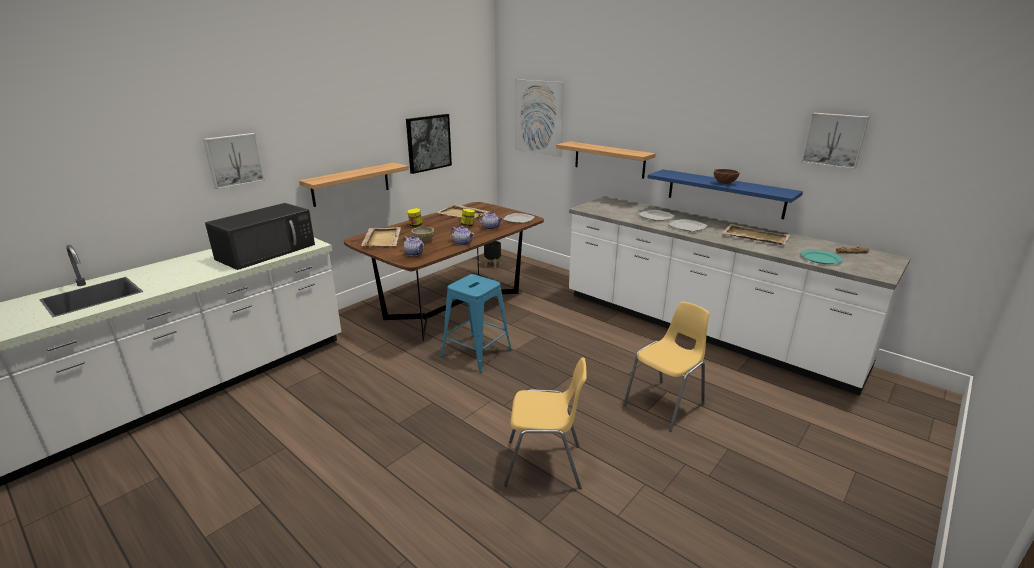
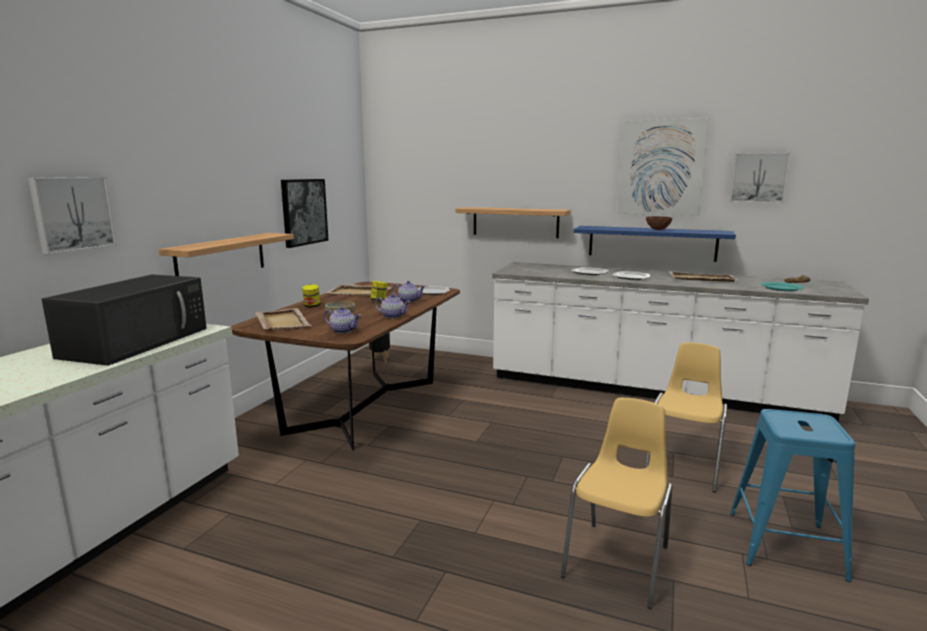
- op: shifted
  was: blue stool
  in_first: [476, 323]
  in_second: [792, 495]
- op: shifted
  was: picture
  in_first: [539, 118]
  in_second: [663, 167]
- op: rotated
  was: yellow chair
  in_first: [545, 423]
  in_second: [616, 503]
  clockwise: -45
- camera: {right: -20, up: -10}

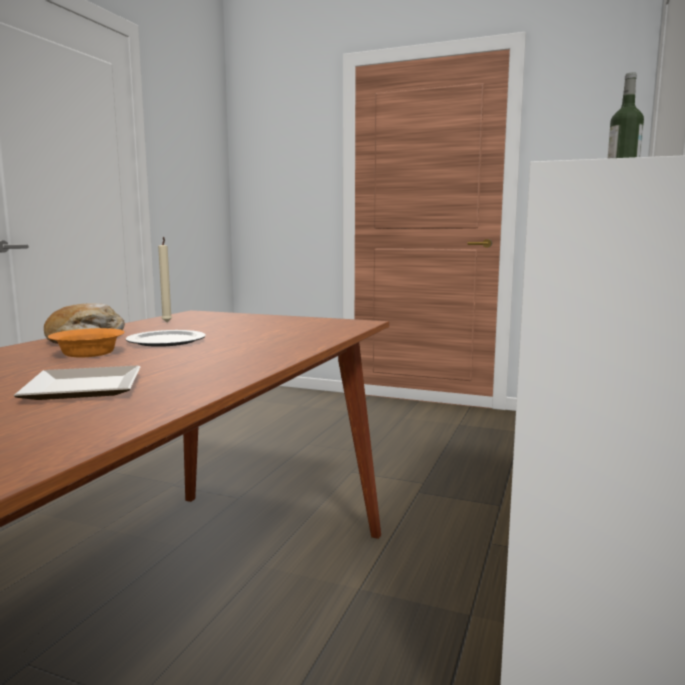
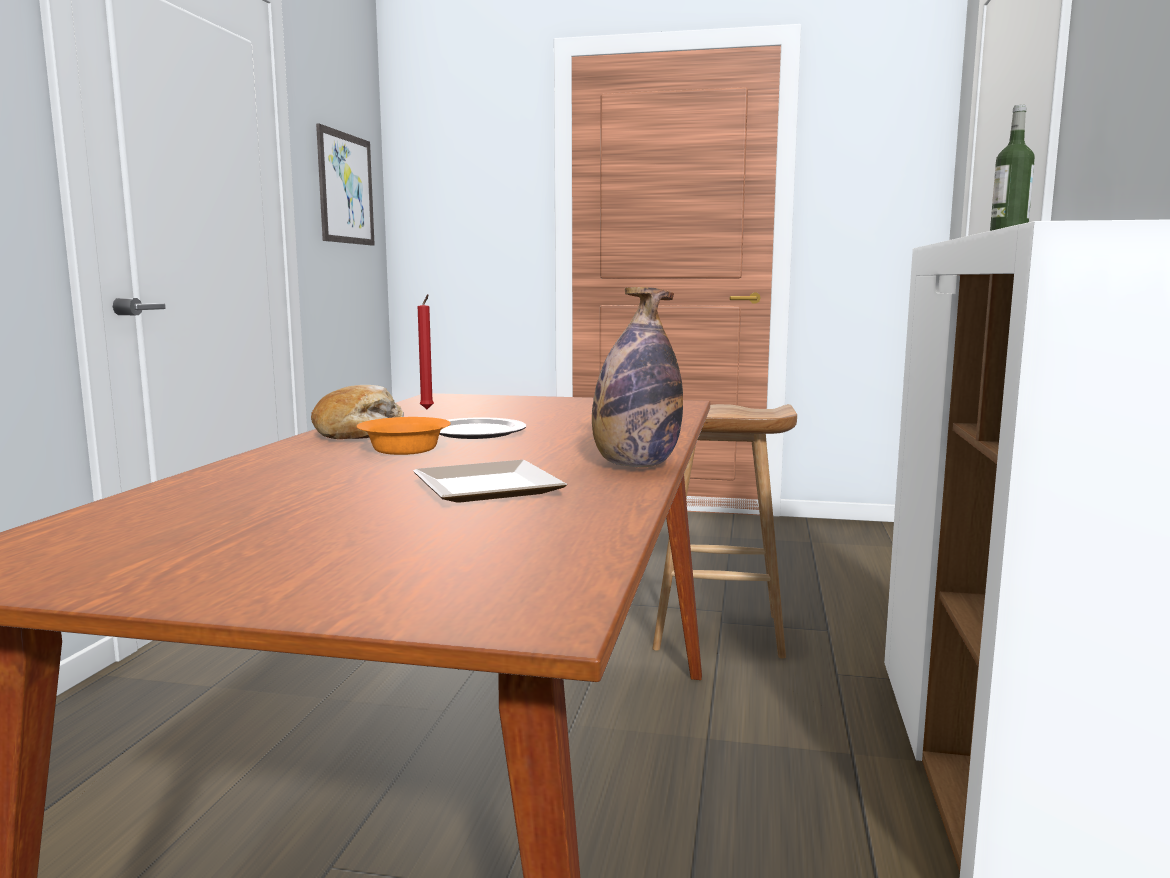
- op: new
  now: picture
  in_second: [345, 184]
- op: new
  now: bottle
  in_second: [637, 377]
- op: new
  now: brown stool
  in_second: [724, 531]
- op: repainted
  was: beige candle
  now: red candle
  in_first: [165, 279]
  in_second: [426, 351]
- camera: {right: -10, up: 0}

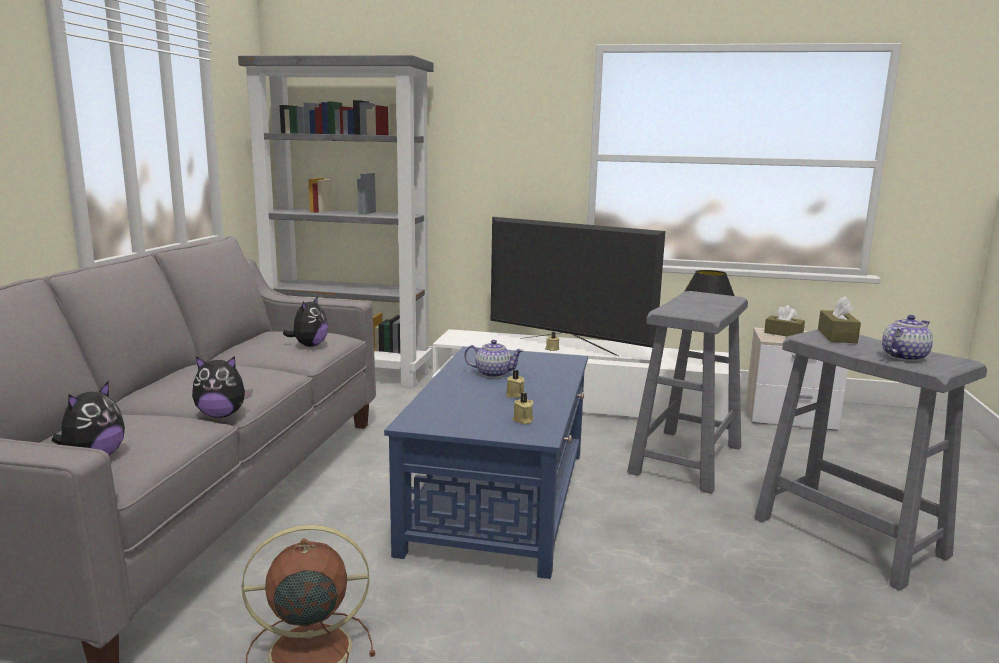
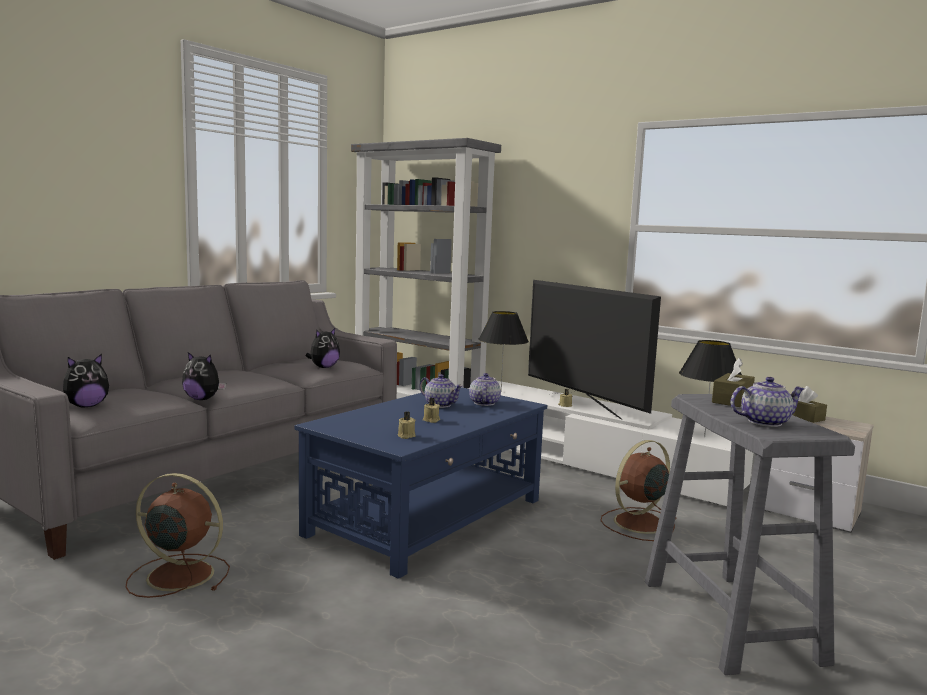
- op: new
  now: teapot
  in_second: [485, 389]
- op: new
  now: black table lamp
  in_second: [503, 350]
- op: swapped
  was: grey stool
  now: brown fan
  in_first: [687, 392]
  in_second: [638, 490]
- camera: {right: 25, up: -5}

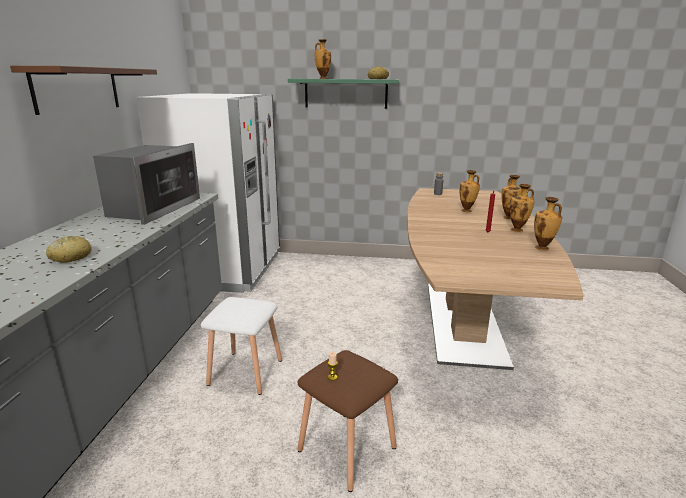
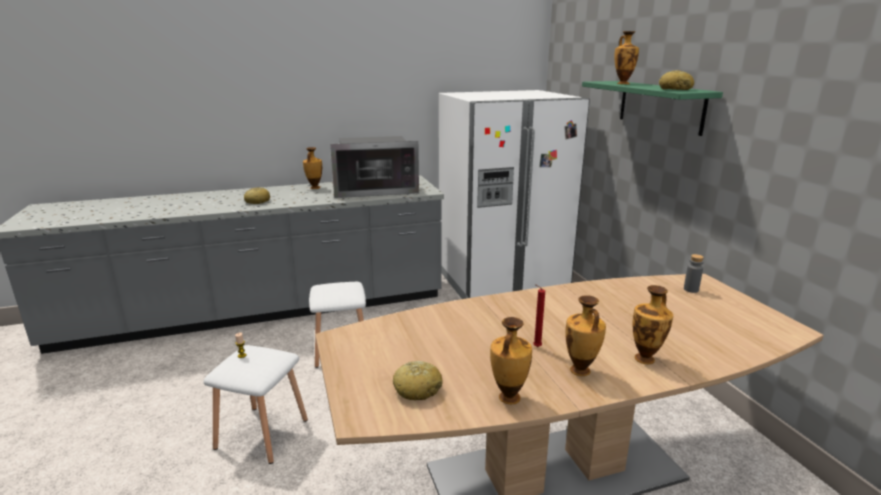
- op: gone
  was: brown shelf
  in_first: [83, 90]
- op: new
  now: bread
  in_second: [418, 380]
- op: shifted
  was: vase
  in_first: [470, 191]
  in_second: [312, 168]
- op: repainted
  was: brown stool
  now: white stool
  in_first: [347, 421]
  in_second: [255, 404]
- camera: {right: 65, up: 0}

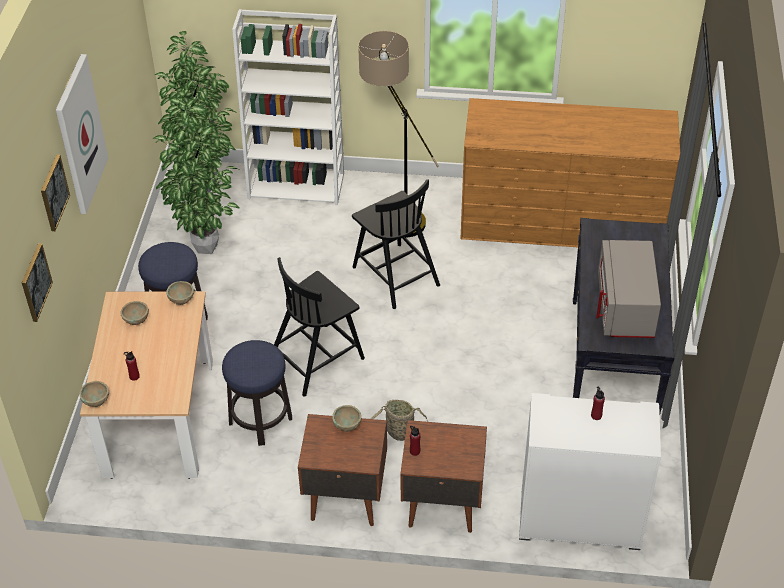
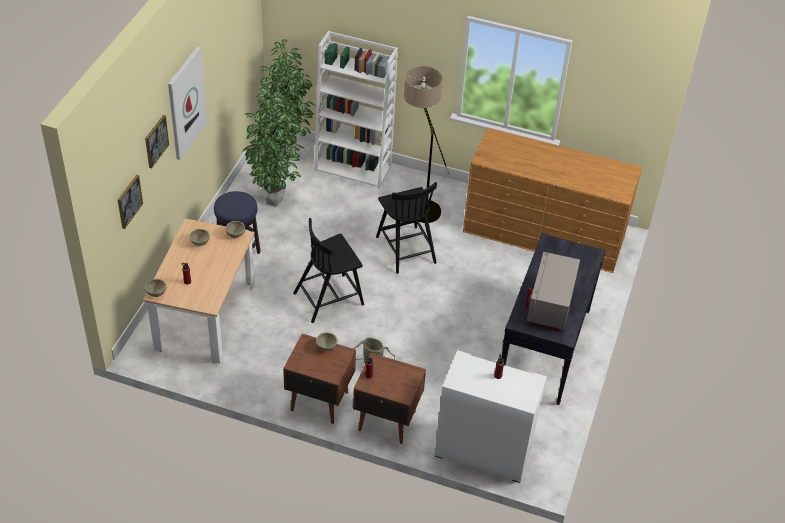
- op: gone
  was: stool
  in_first: [257, 393]
- camera: {right: 10, up: 0}

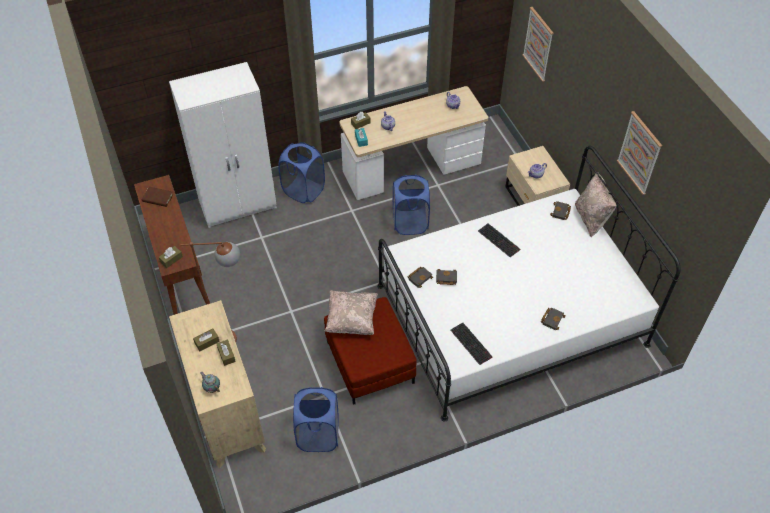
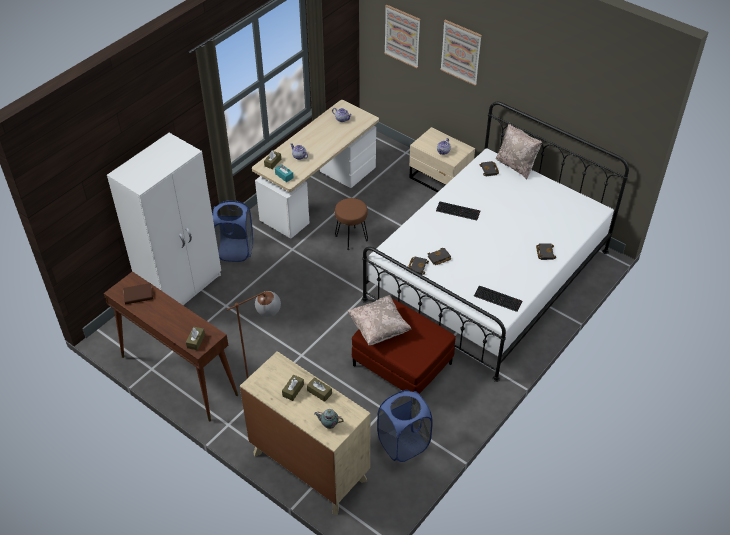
- op: shifted
  was: picture
  in_first: [639, 153]
  in_second: [461, 53]
- op: swapped
  was: blue laundry basket
  now: brown stool
  in_first: [411, 205]
  in_second: [351, 224]
- camera: {right: -30, up: -5}

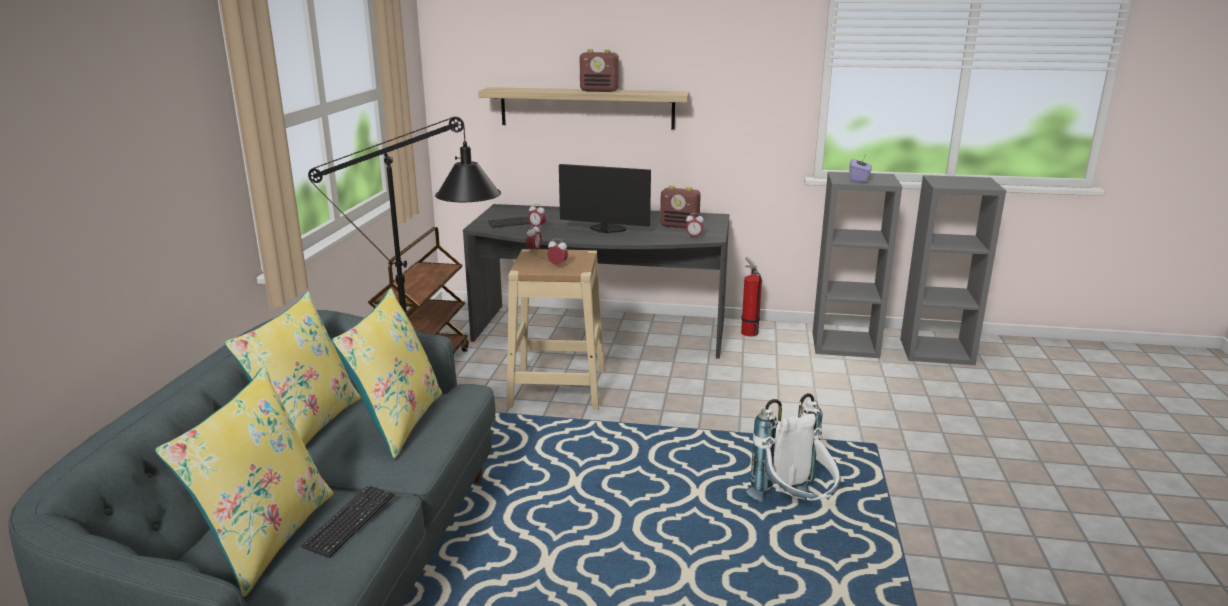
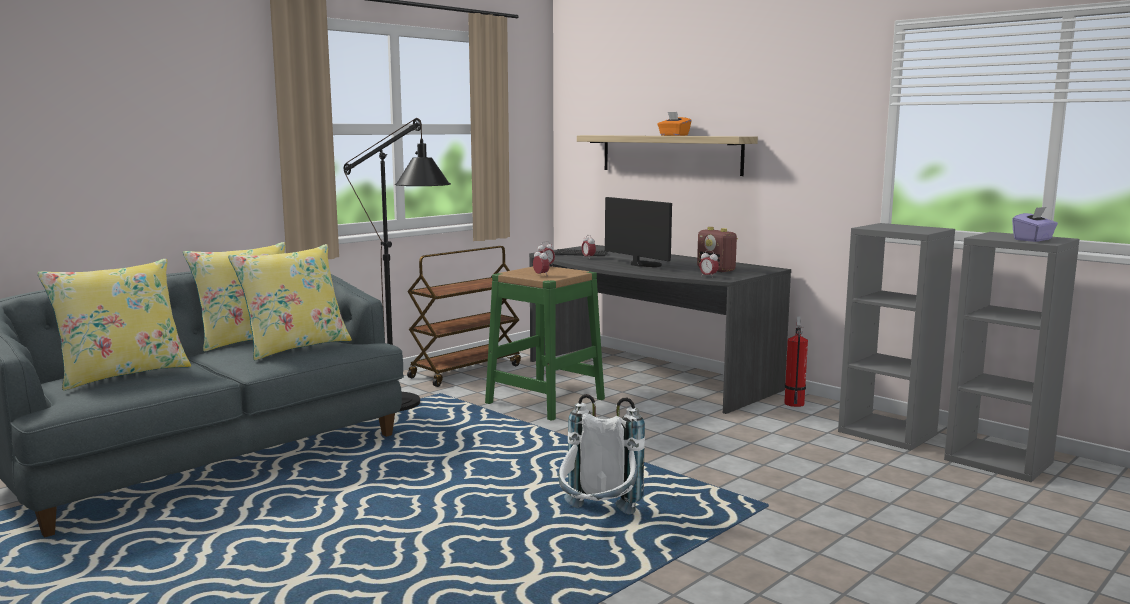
- op: gone
  was: keyboard
  in_first: [347, 521]
- op: shifted
  was: purple tissue box
  in_first: [860, 171]
  in_second: [1035, 224]
- op: swapped
  was: radio
  now: orange tissue box
  in_first: [599, 70]
  in_second: [674, 124]
- op: repainted
  was: beige stool
  now: green stool
  in_first: [555, 329]
  in_second: [545, 343]
- camera: {right: 35, up: -10}

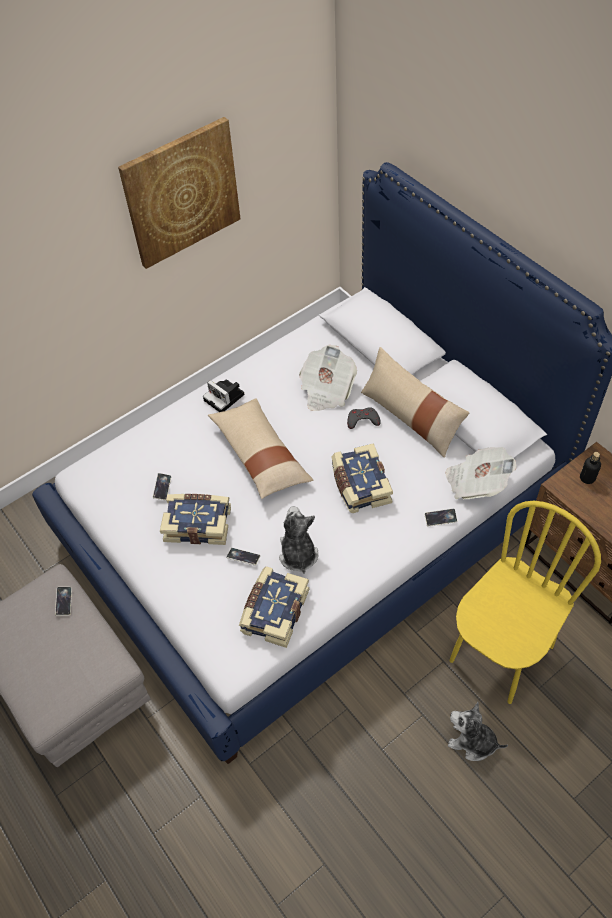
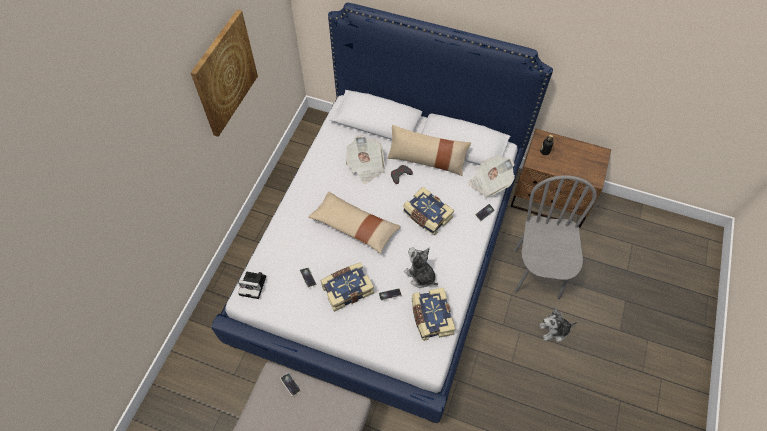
- op: shifted
  was: photo camera
  in_first: [224, 396]
  in_second: [252, 285]
- op: repainted
  was: yellow chair
  now: grey chair
  in_first: [525, 602]
  in_second: [555, 237]
- camera: {right: -35, up: 5}

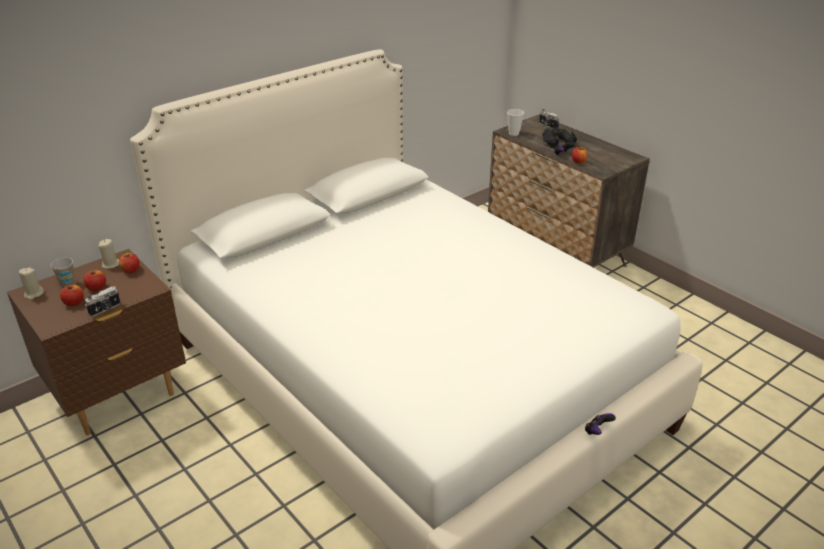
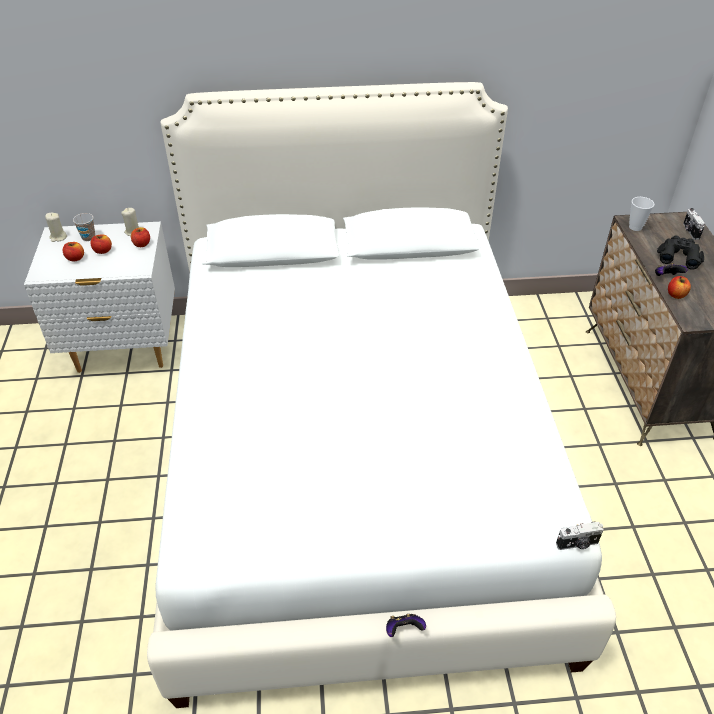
- op: shifted
  was: photo camera
  in_first: [103, 301]
  in_second: [580, 535]
- op: repainted
  was: brown nightstand
  now: white nightstand
  in_first: [96, 342]
  in_second: [99, 297]
- camera: {right: 35, up: 10}

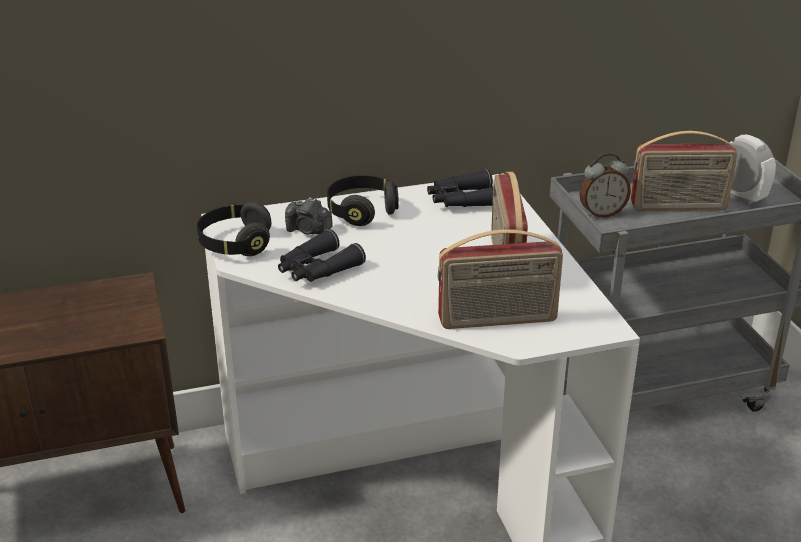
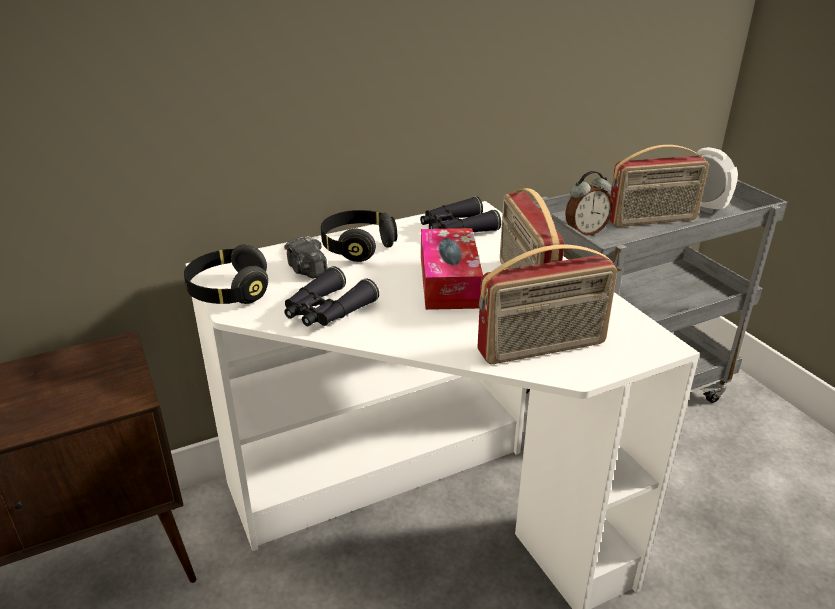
- op: new
  now: tissue box
  in_second: [452, 269]
- op: rotated
  was: photo camera
  in_first: [308, 216]
  in_second: [306, 257]
  clockwise: 45
- camera: {right: -10, up: 0}

